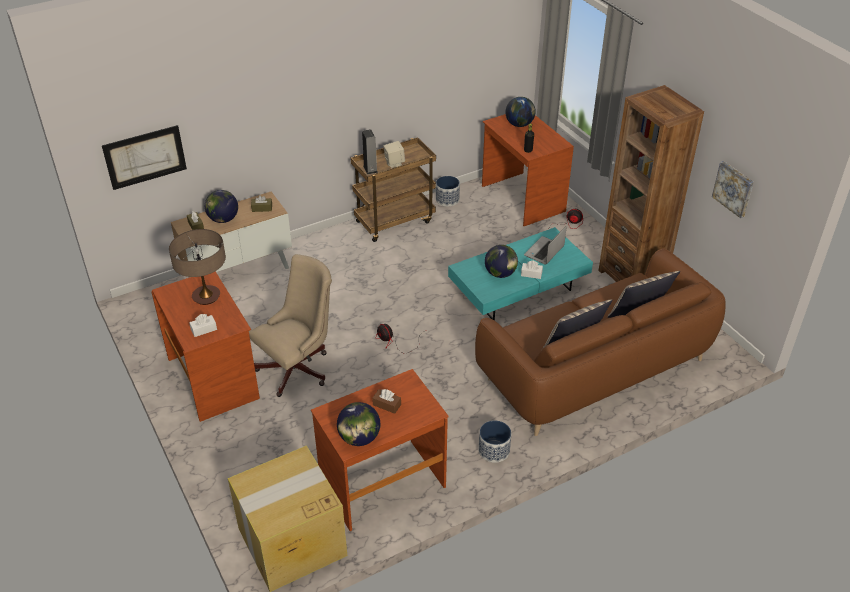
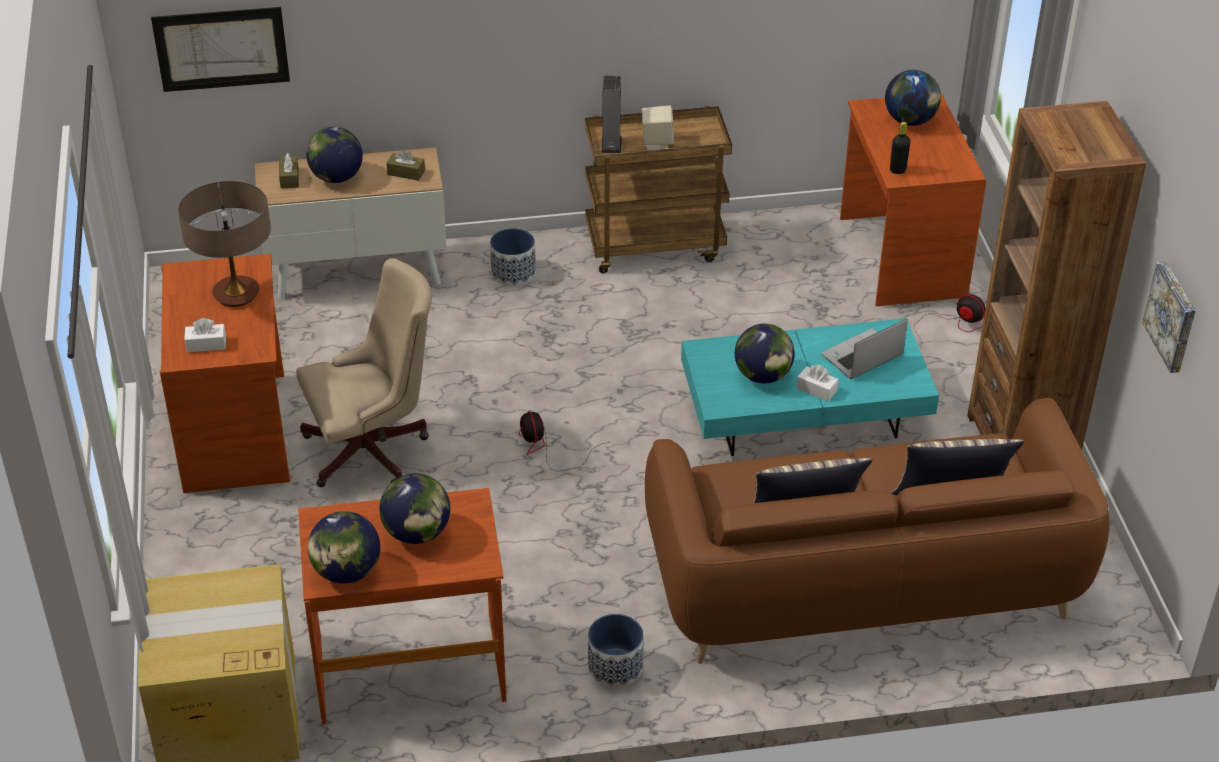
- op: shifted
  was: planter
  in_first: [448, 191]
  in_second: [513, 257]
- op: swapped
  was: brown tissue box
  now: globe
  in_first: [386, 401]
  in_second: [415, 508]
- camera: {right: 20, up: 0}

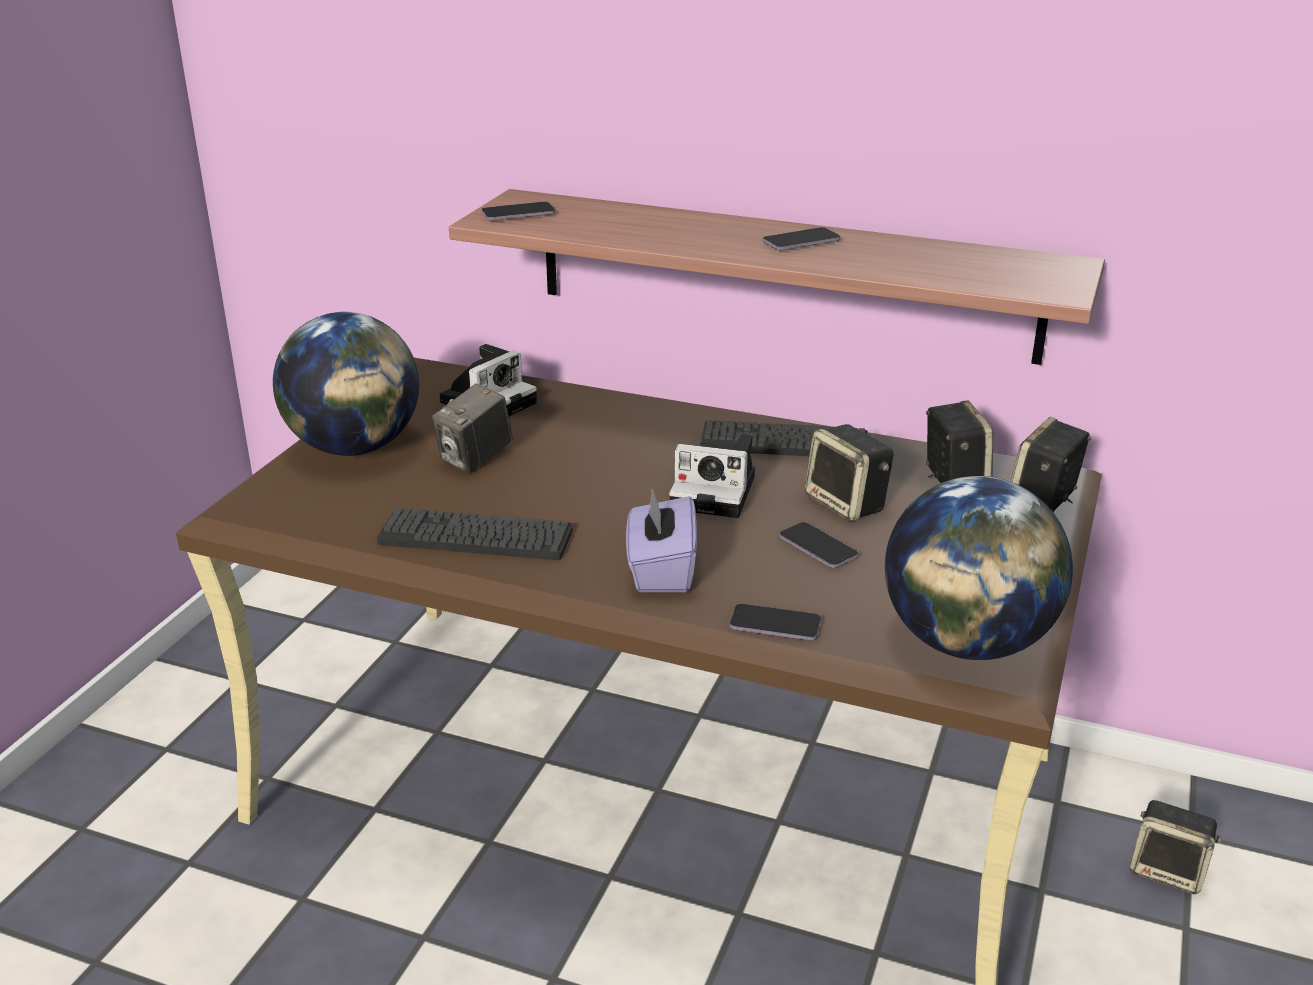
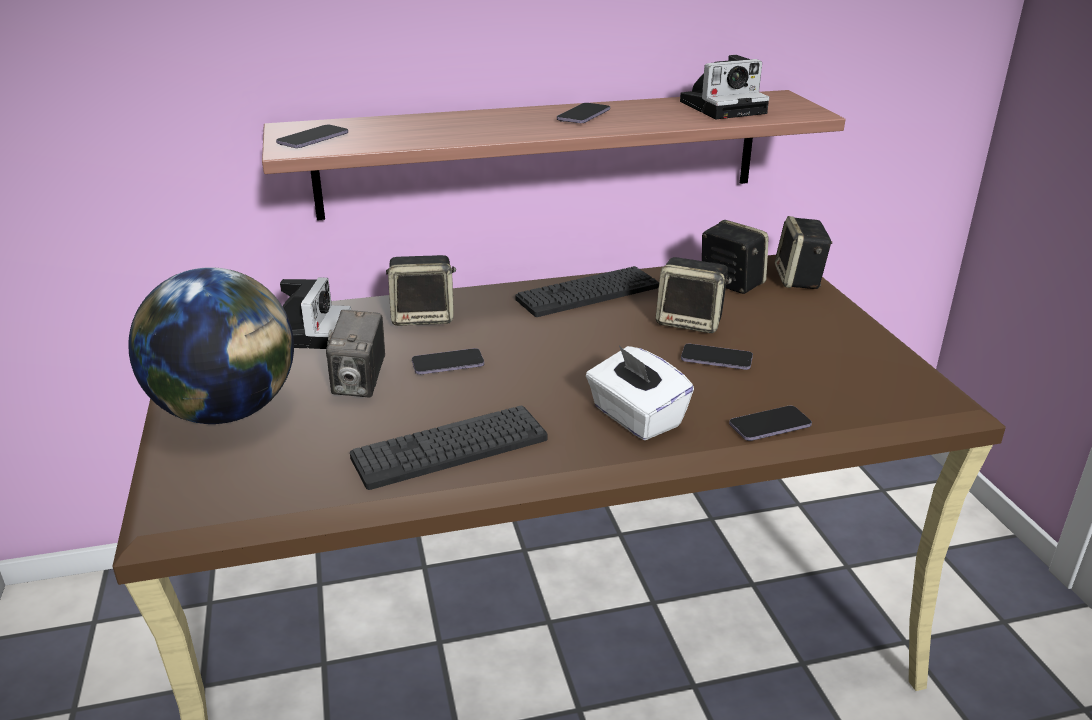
- op: gone
  was: globe
  in_first: [979, 568]
- op: new
  now: phone
  in_second: [448, 361]
- op: shifted
  was: photo camera
  in_first: [712, 476]
  in_second: [724, 87]
- op: shifted
  was: speaker
  in_first: [1175, 847]
  in_second: [421, 290]
- op: repainted
  was: purple tissue box
  now: white tissue box
  in_first: [661, 540]
  in_second: [640, 392]
- camera: {right: -35, up: 0}

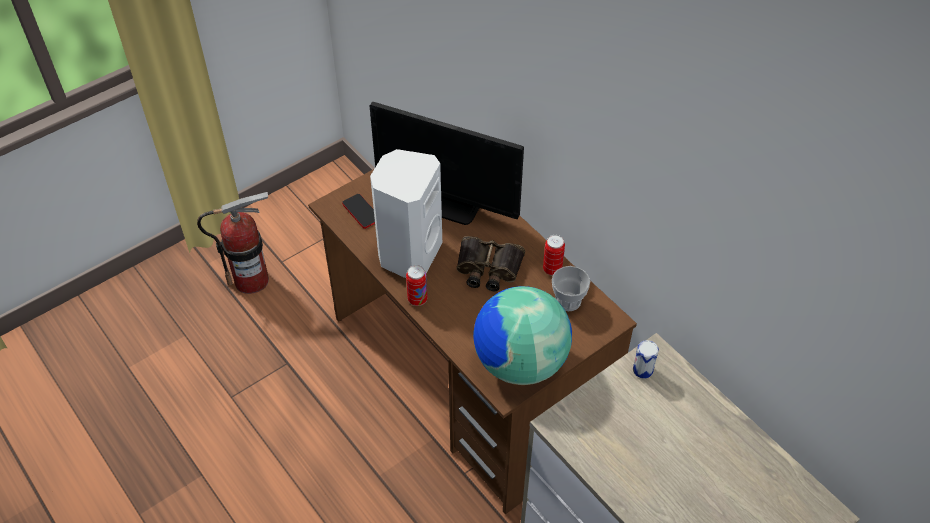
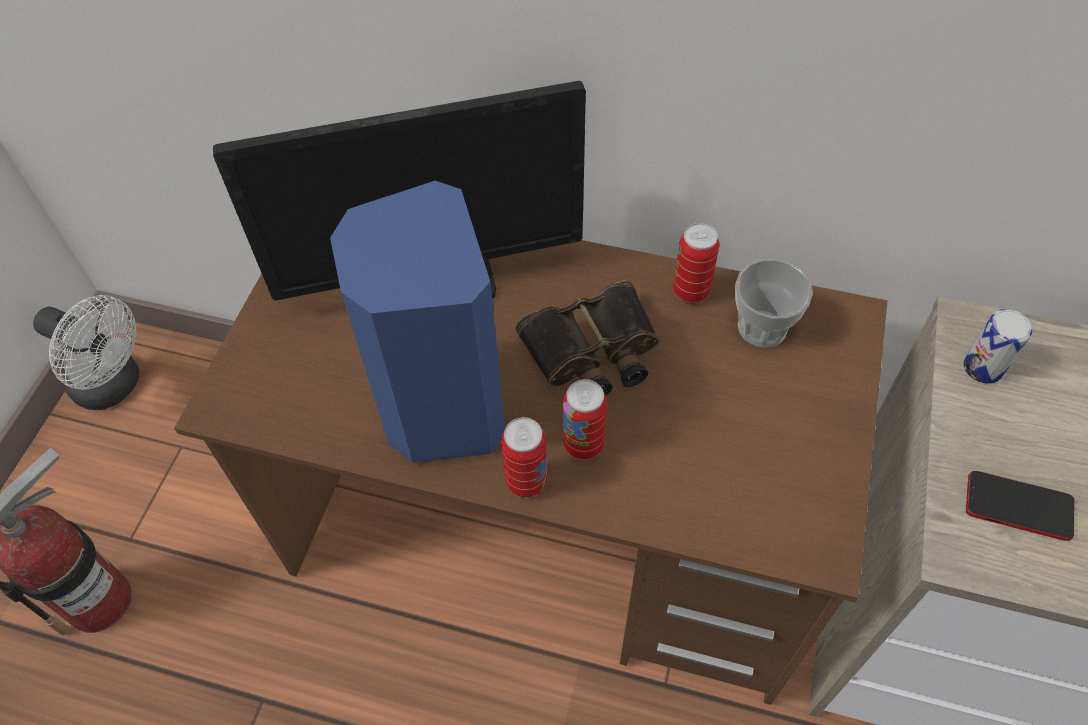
- op: gone
  was: globe
  in_first: [522, 335]
- op: new
  now: white fan
  in_second: [86, 352]
- op: new
  now: can
  in_second: [585, 419]
- op: shifted
  was: phone
  in_first: [358, 211]
  in_second: [1020, 506]
- op: repainted
  was: white speaker
  now: blue speaker
  in_first: [406, 213]
  in_second: [417, 322]
- camera: {right: -35, up: 5}

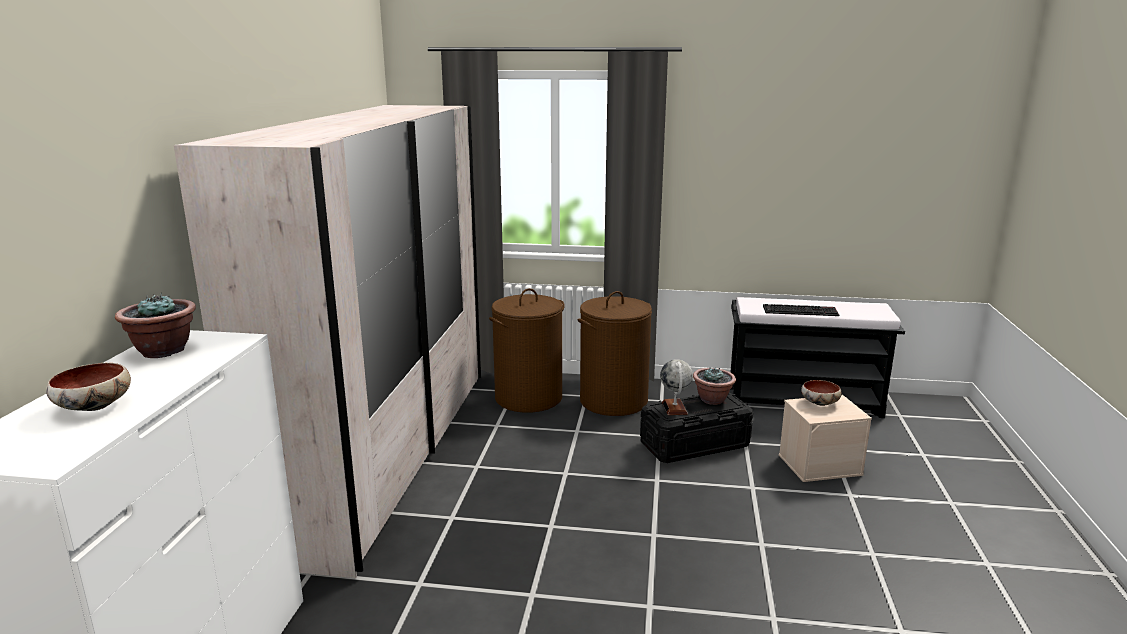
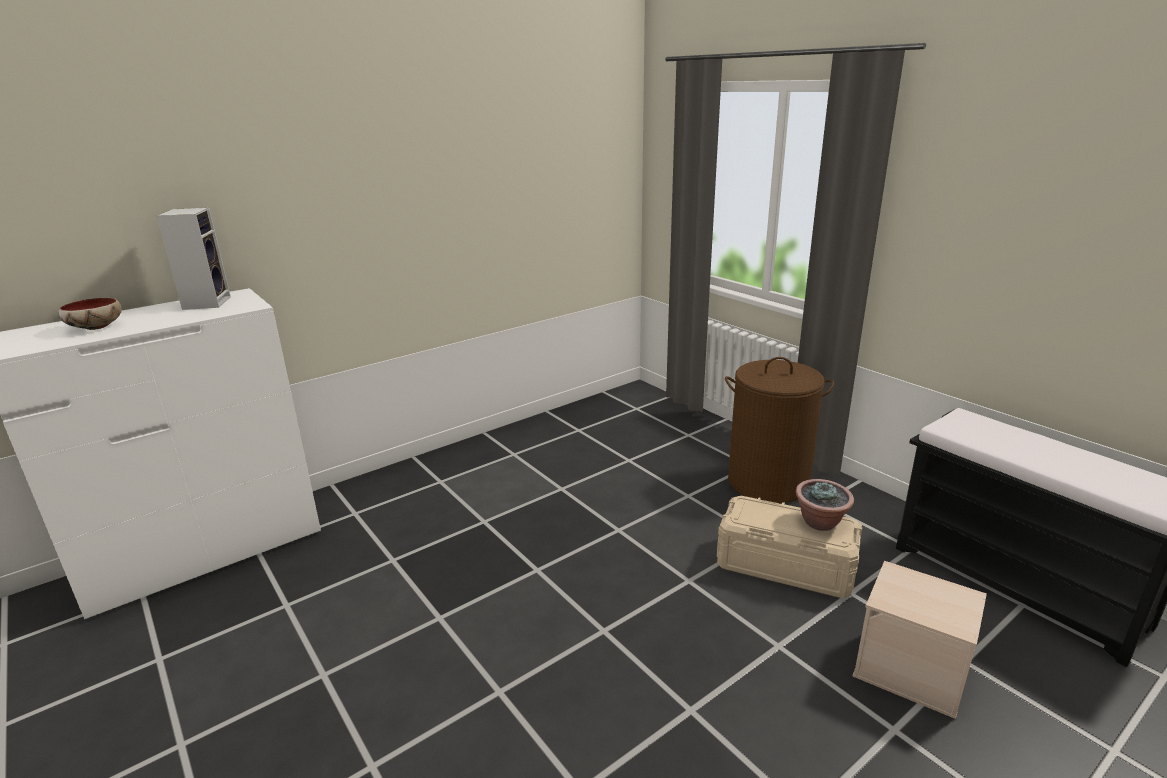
- op: gone
  was: white wardrobe
  in_first: [327, 341]
- op: gone
  was: brown laundry basket
  in_first: [527, 350]
- op: gone
  was: globe
  in_first: [676, 387]
- op: gone
  was: keyboard
  in_first: [801, 310]
- op: gone
  was: bowl
  in_first: [821, 393]
- op: swapped
  was: potted plant
  now: speaker
  in_first: [155, 325]
  in_second: [193, 258]
- op: repainted
  was: black storage box
  now: beige storage box
  in_first: [696, 427]
  in_second: [789, 547]
- camera: {right: 45, up: 5}

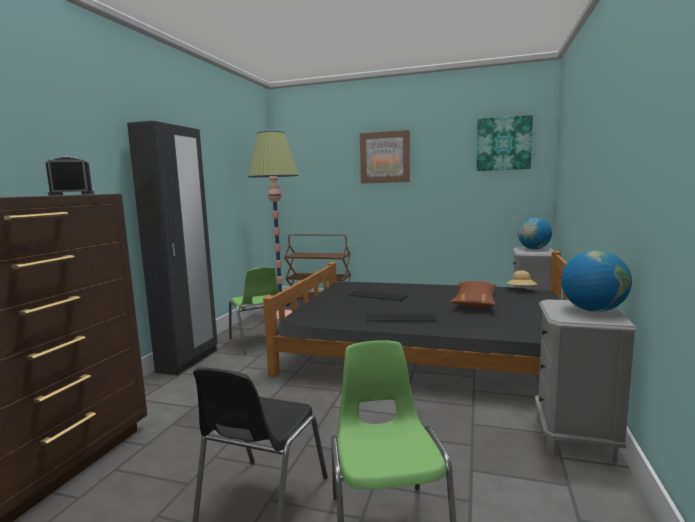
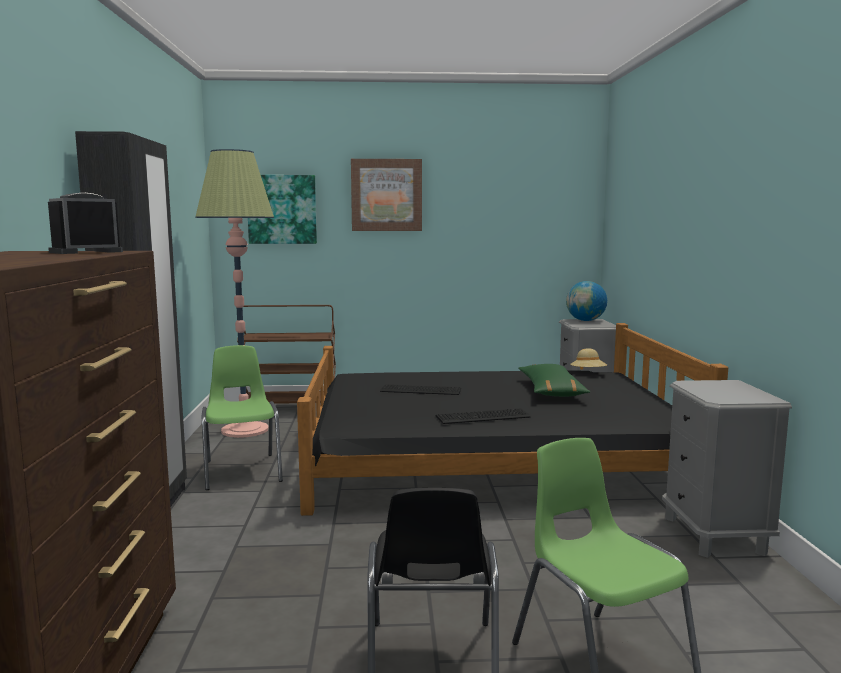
- op: gone
  was: globe
  in_first: [596, 281]
- op: shifted
  was: picture
  in_first: [505, 143]
  in_second: [282, 209]
- op: repainted
  was: brown pillow
  now: green pillow
  in_first: [473, 294]
  in_second: [554, 380]
- op: rotated
  was: green chair
  in_first: [254, 310]
  in_second: [242, 417]
  clockwise: -150
- camera: {right: -20, up: 0}

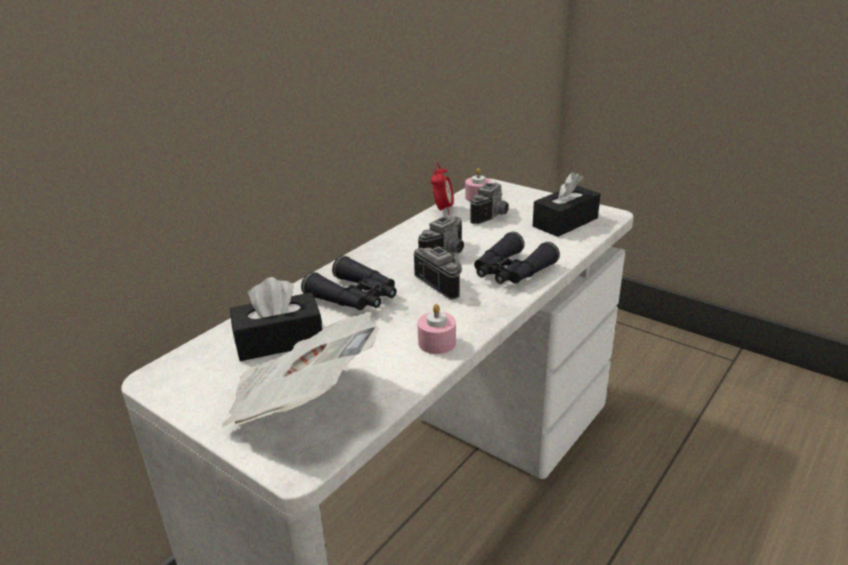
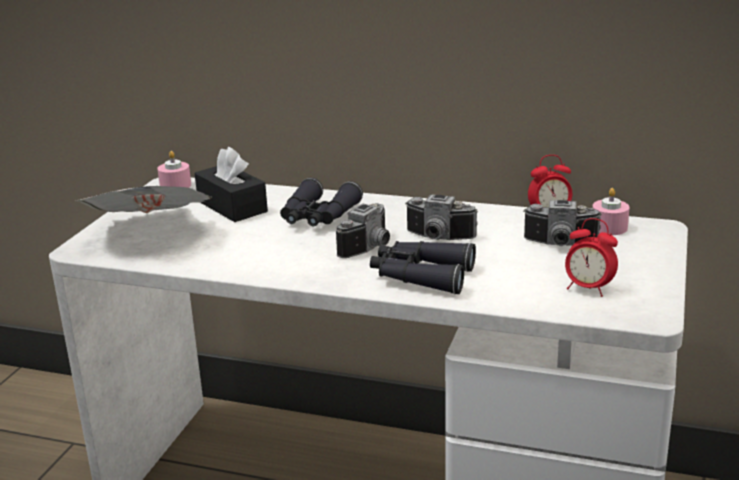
- op: shifted
  was: pink candle
  in_first: [436, 329]
  in_second: [174, 169]
- op: swapped
  was: black tissue box
  now: alarm clock
  in_first: [566, 204]
  in_second: [591, 257]
- camera: {right: 70, up: -5}

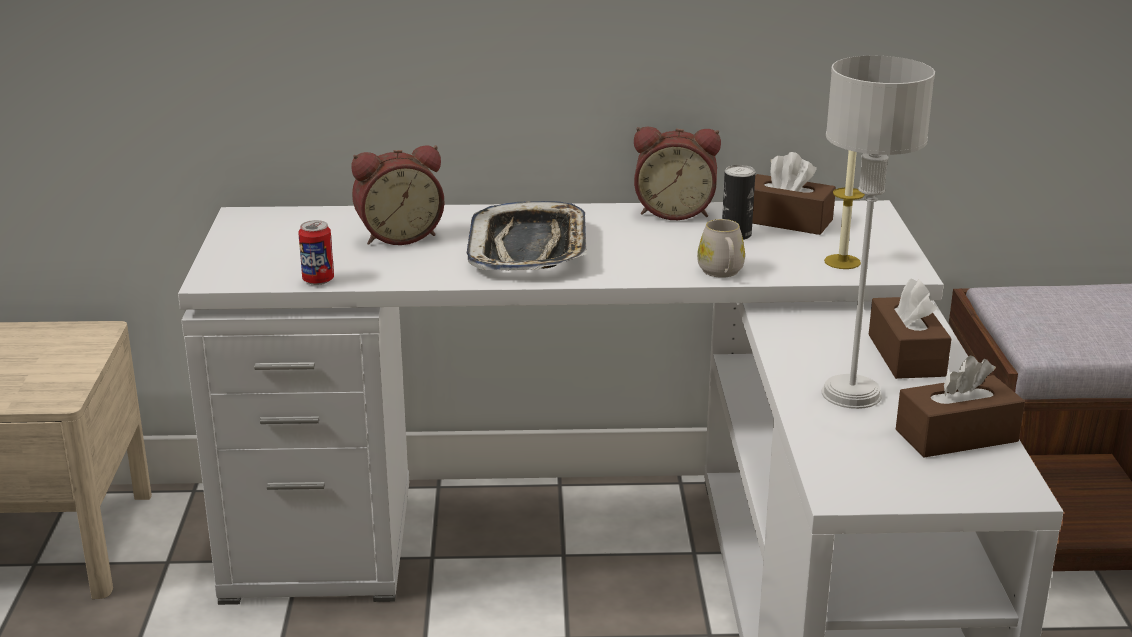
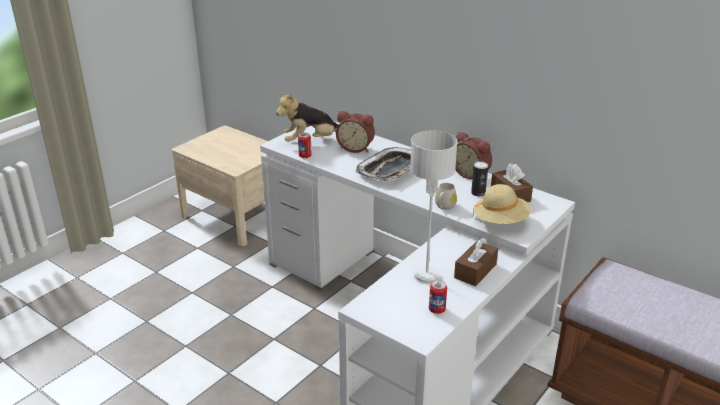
- op: new
  now: plush toy
  in_second: [307, 117]
- op: swapped
  was: candle
  now: beige hat
  in_first: [844, 209]
  in_second: [502, 204]
- op: swapped
  was: brown tissue box
  now: can
  in_first: [960, 406]
  in_second: [438, 297]
- camera: {right: 40, up: 5}

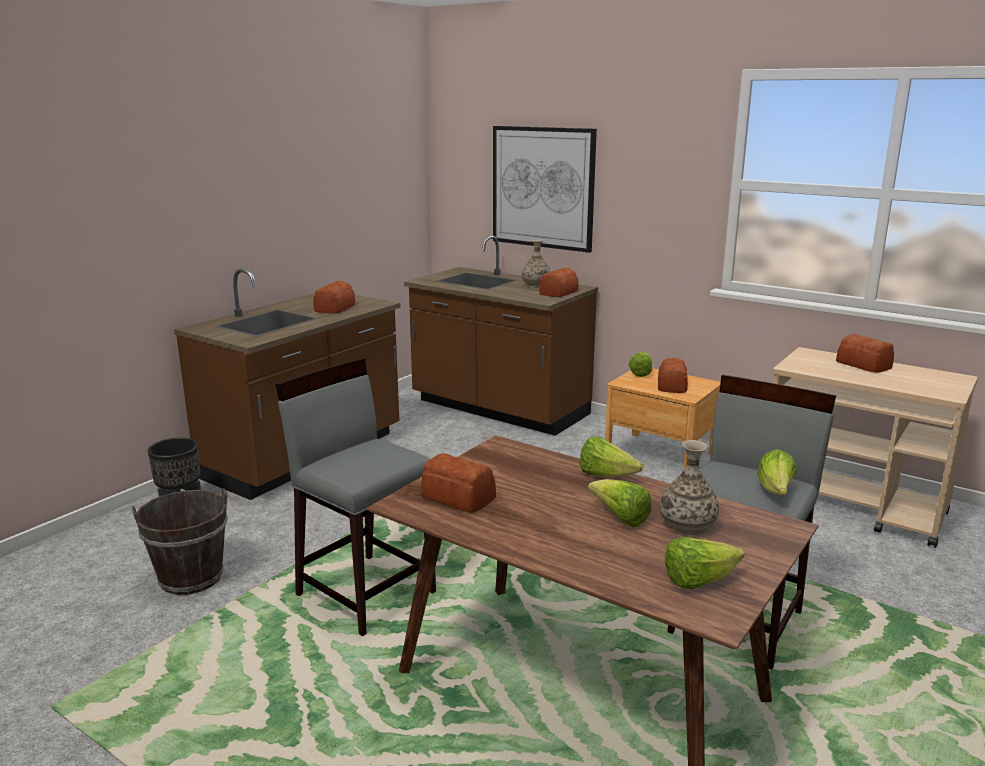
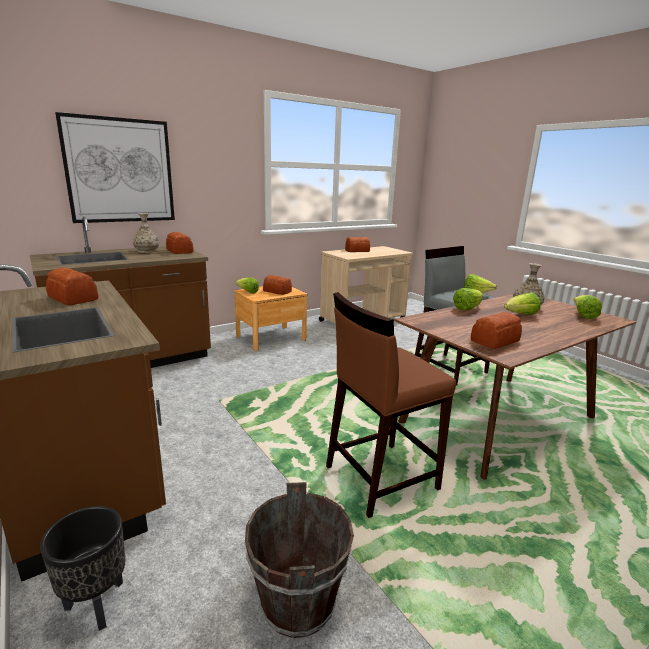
- op: repainted
  was: grey stool
  now: brown stool
  in_first: [355, 497]
  in_second: [391, 405]
- camera: {right: -70, up: 0}

